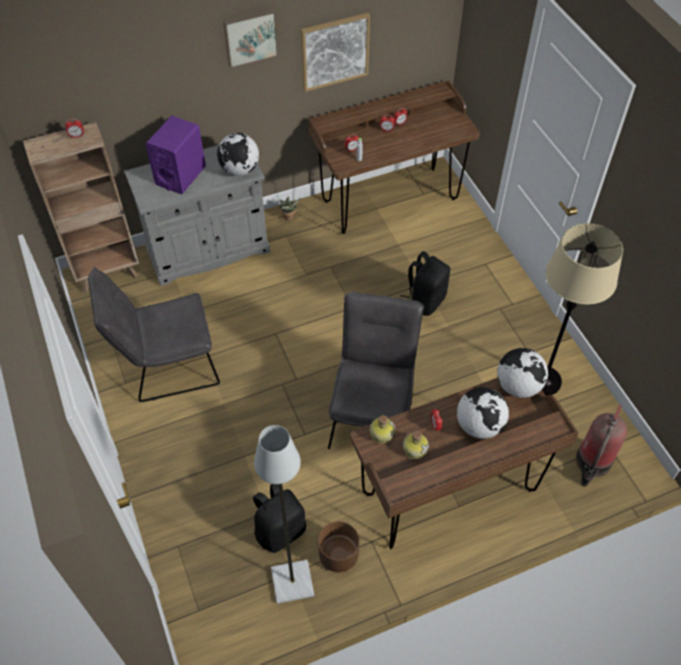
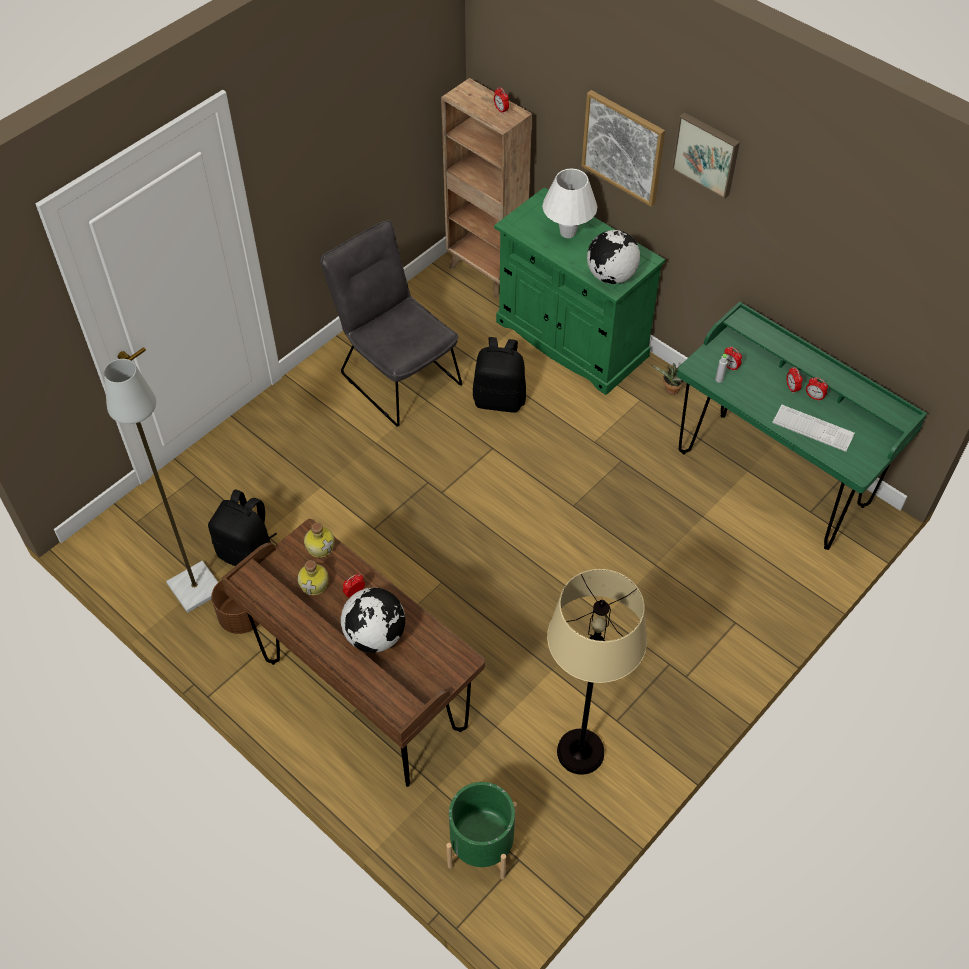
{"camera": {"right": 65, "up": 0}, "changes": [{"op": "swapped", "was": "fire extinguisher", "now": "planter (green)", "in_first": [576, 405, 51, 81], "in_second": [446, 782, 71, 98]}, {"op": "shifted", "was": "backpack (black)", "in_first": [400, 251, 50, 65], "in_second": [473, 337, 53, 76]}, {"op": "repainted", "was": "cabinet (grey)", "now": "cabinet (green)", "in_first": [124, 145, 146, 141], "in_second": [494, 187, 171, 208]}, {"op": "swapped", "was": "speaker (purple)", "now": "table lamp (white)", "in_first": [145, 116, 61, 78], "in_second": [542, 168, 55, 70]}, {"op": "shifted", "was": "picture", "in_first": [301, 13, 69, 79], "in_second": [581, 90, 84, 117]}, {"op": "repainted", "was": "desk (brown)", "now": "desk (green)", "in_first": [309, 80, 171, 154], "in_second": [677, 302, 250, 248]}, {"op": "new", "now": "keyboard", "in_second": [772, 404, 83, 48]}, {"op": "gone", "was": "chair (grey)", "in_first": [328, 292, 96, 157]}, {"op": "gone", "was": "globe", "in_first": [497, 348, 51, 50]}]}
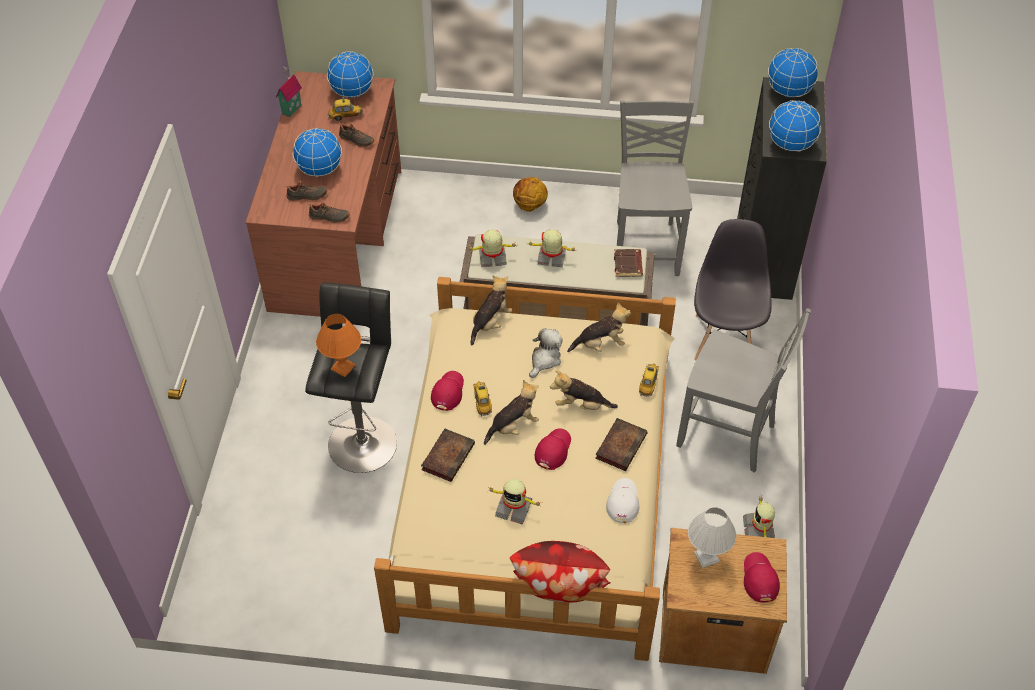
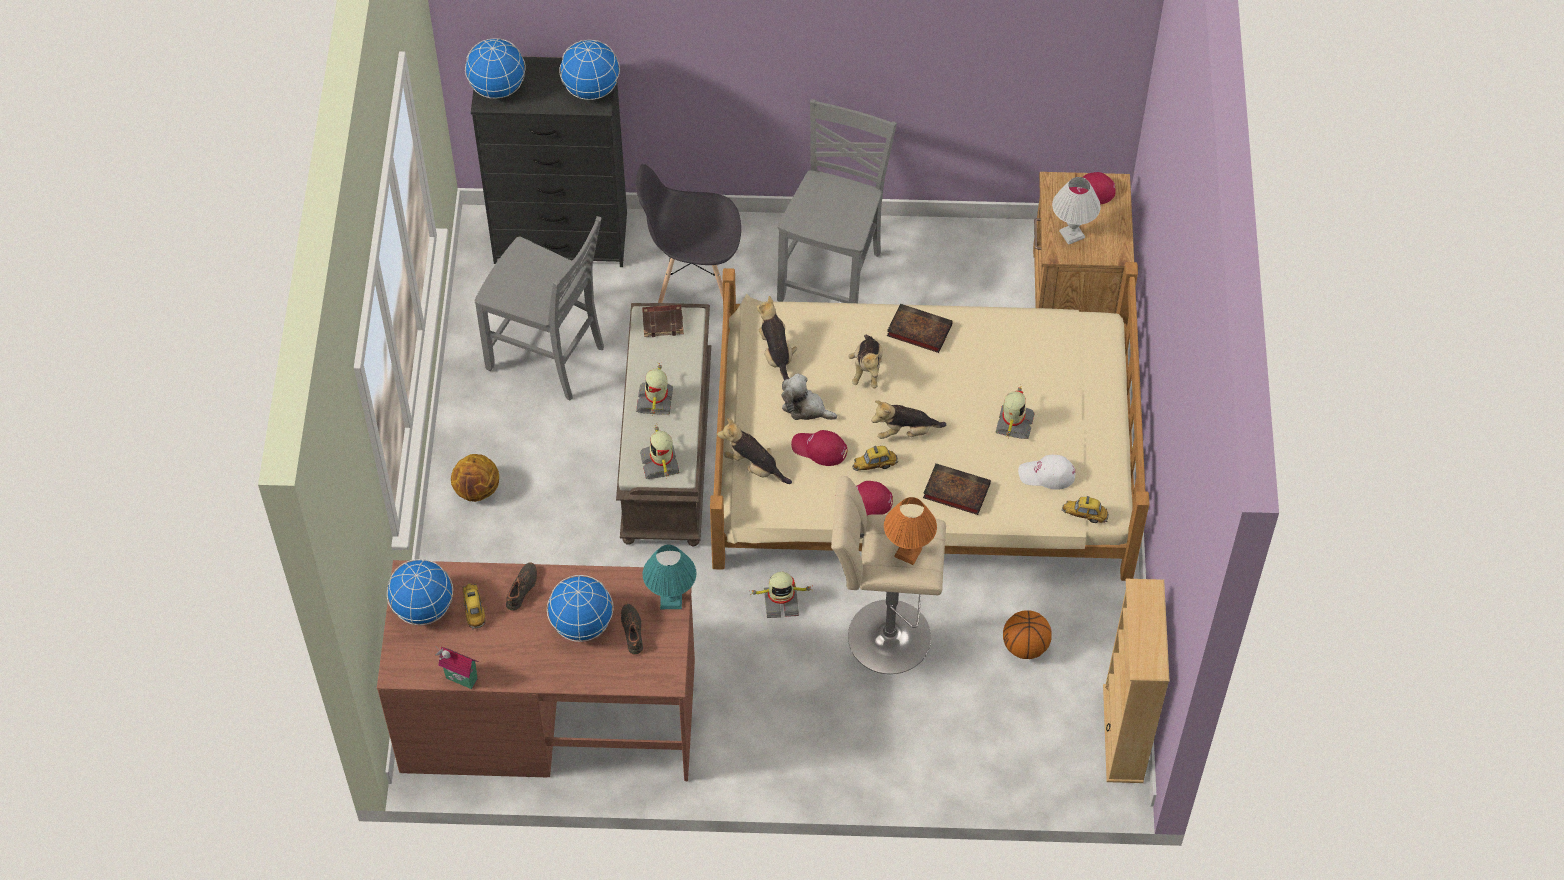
{"camera": {"right": -95, "up": 5}, "changes": [{"op": "rotated", "was": "chair (grey)", "in_first": [617, 100, 77, 176], "in_second": [475, 216, 129, 185], "clockwise": -150}, {"op": "swapped", "was": "shoe (black)", "now": "table lamp (turquoise)", "in_first": [307, 201, 43, 22], "in_second": [643, 545, 53, 64]}, {"op": "shifted", "was": "toy robot", "in_first": [743, 495, 32, 43], "in_second": [749, 572, 62, 46]}, {"op": "shifted", "was": "cap (red)", "in_first": [535, 428, 36, 42], "in_second": [791, 430, 56, 36]}, {"op": "repainted", "was": "stool (black)", "now": "stool (beige)", "in_first": [305, 282, 92, 191], "in_second": [831, 476, 115, 198]}, {"op": "rotated", "was": "plush toy", "in_first": [484, 380, 55, 65], "in_second": [871, 400, 75, 39], "clockwise": -60}, {"op": "new", "now": "basketball", "in_second": [1003, 610, 49, 49]}, {"op": "shifted", "was": "cap (white)", "in_first": [606, 478, 33, 45], "in_second": [1018, 455, 57, 35]}, {"op": "shifted", "was": "toy car", "in_first": [639, 363, 20, 34], "in_second": [1062, 496, 47, 27]}, {"op": "new", "now": "bookcase (beige)", "in_second": [1103, 579, 66, 204]}, {"op": "gone", "was": "pillow", "in_first": [510, 541, 101, 61]}]}
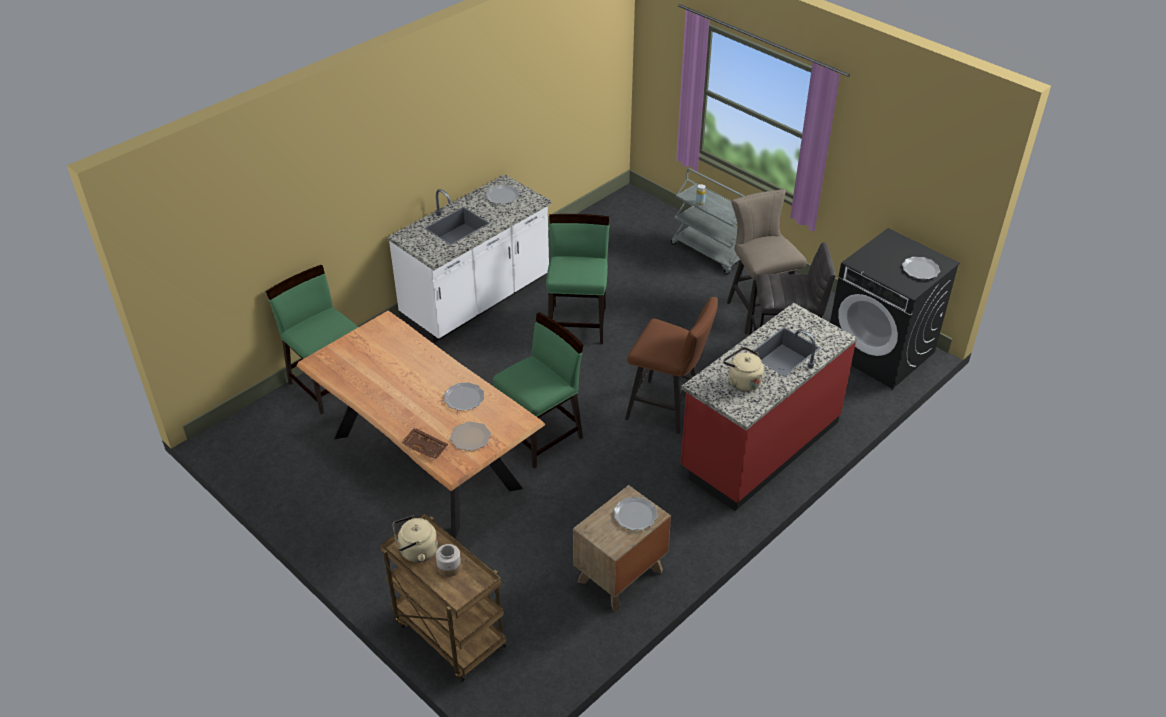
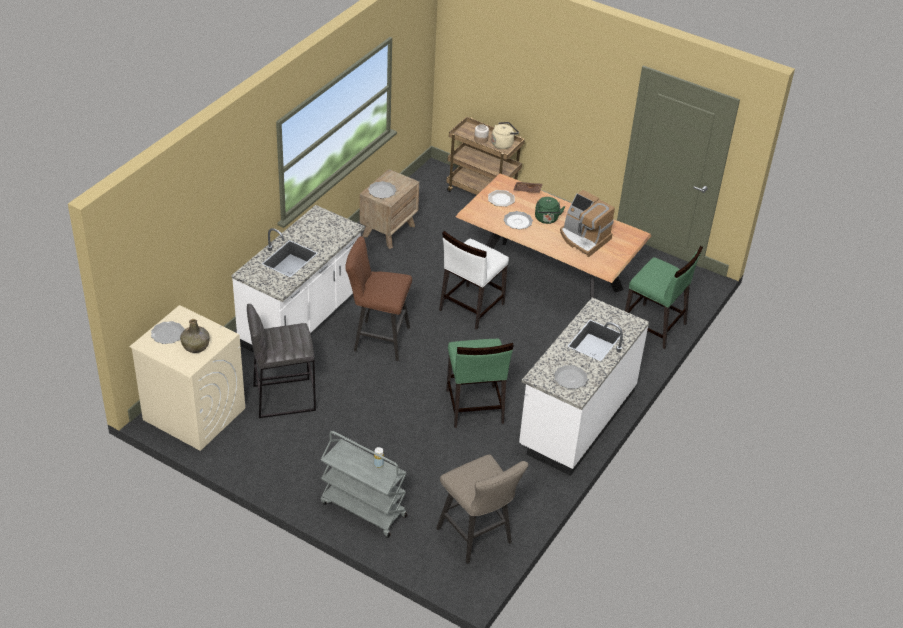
{"camera": {"right": 165, "up": 0}, "changes": [{"op": "repainted", "was": "washing machine (black)", "now": "washing machine (beige)", "in_first": [830, 228, 130, 161], "in_second": [129, 305, 116, 146]}, {"op": "new", "now": "bottle (green)", "in_second": [180, 319, 30, 34]}, {"op": "repainted", "was": "counter (red)", "now": "counter (white)", "in_first": [680, 303, 177, 208], "in_second": [231, 205, 134, 148]}, {"op": "shifted", "was": "stool (beige)", "in_first": [727, 190, 80, 144], "in_second": [436, 454, 92, 110]}, {"op": "repainted", "was": "chair (green)", "now": "chair (white)", "in_first": [493, 312, 90, 157], "in_second": [439, 231, 70, 99]}, {"op": "new", "now": "kettle (green)", "in_second": [535, 197, 30, 27]}, {"op": "new", "now": "coffee machine", "in_second": [560, 190, 55, 68]}, {"op": "gone", "was": "kettle (beige)", "in_first": [723, 347, 41, 44]}]}
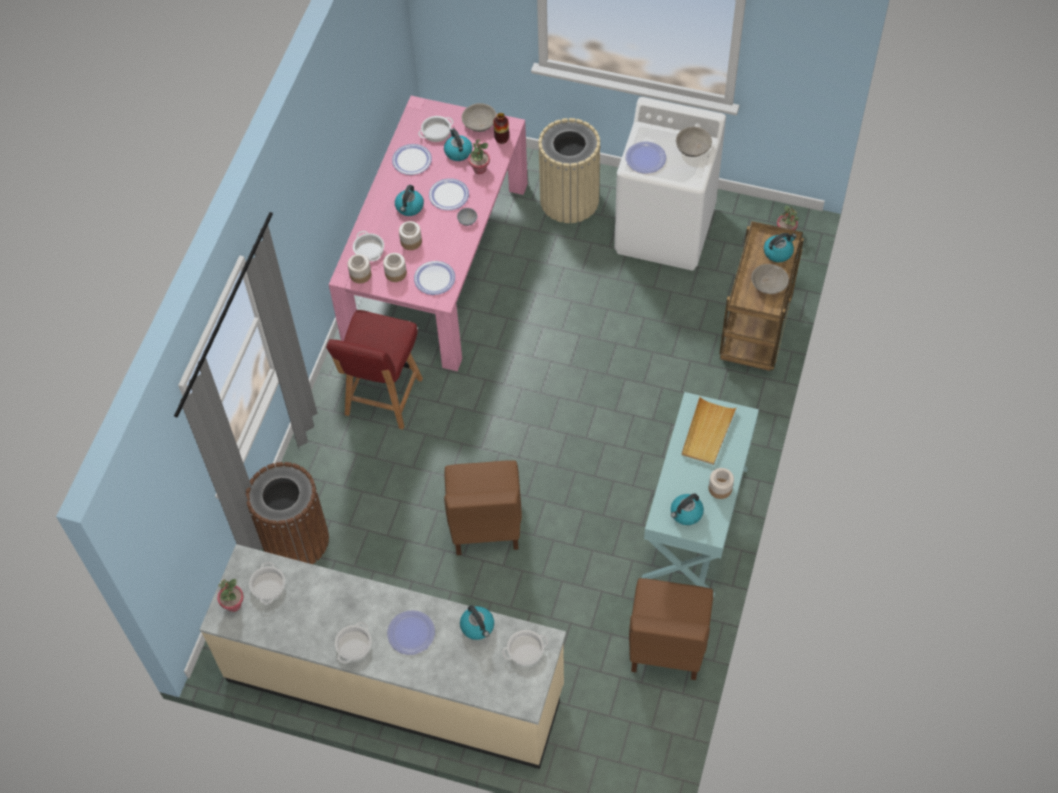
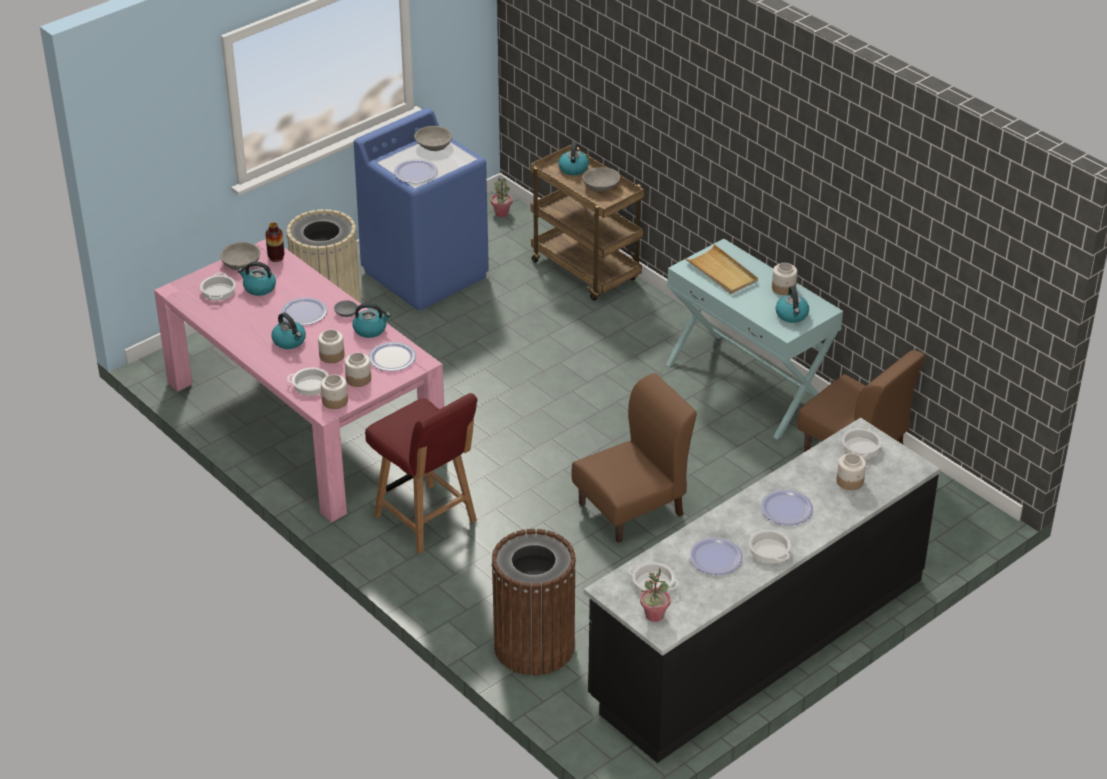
{"camera": {"right": -60, "up": -20}, "changes": [{"op": "shifted", "was": "kettle", "in_first": [460, 605, 34, 35], "in_second": [352, 303, 39, 35]}, {"op": "repainted", "was": "washing machine (white)", "now": "washing machine (blue)", "in_first": [614, 97, 112, 174], "in_second": [354, 108, 135, 203]}, {"op": "rotated", "was": "chair (brown)", "in_first": [444, 460, 78, 95], "in_second": [571, 373, 126, 170], "clockwise": -60}, {"op": "repainted", "was": "counter (beige)", "now": "counter (black)", "in_first": [199, 544, 367, 225], "in_second": [584, 418, 356, 345]}, {"op": "shifted", "was": "plate", "in_first": [392, 144, 40, 31], "in_second": [689, 537, 54, 38]}, {"op": "new", "now": "jar", "in_second": [836, 453, 30, 37]}, {"op": "gone", "was": "potted plant", "in_first": [468, 139, 22, 35]}]}
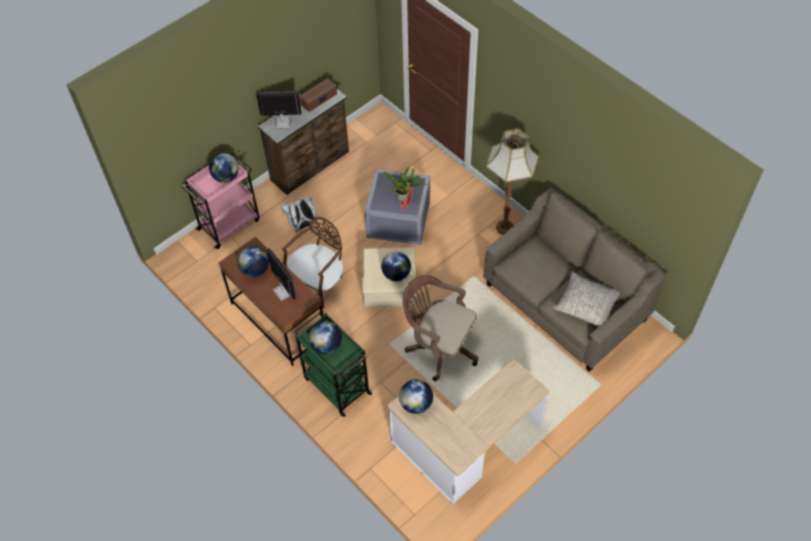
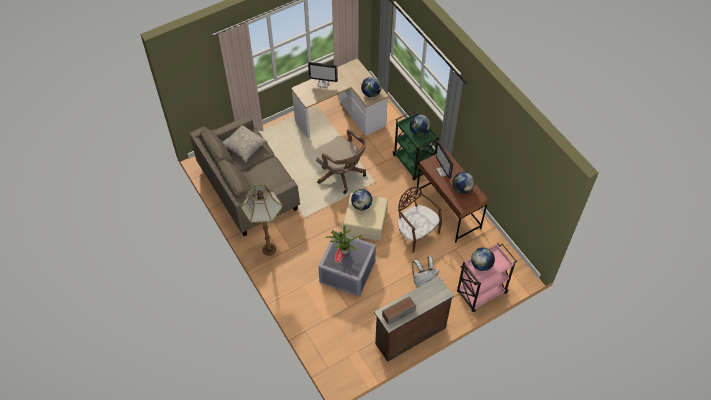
{"camera": {"right": -170, "up": 0}, "changes": [{"op": "shifted", "was": "monitor", "in_first": [256, 90, 46, 39], "in_second": [308, 62, 30, 26]}, {"op": "rotated", "was": "chair (brown)", "in_first": [282, 217, 62, 91], "in_second": [398, 187, 44, 66], "clockwise": 90}]}
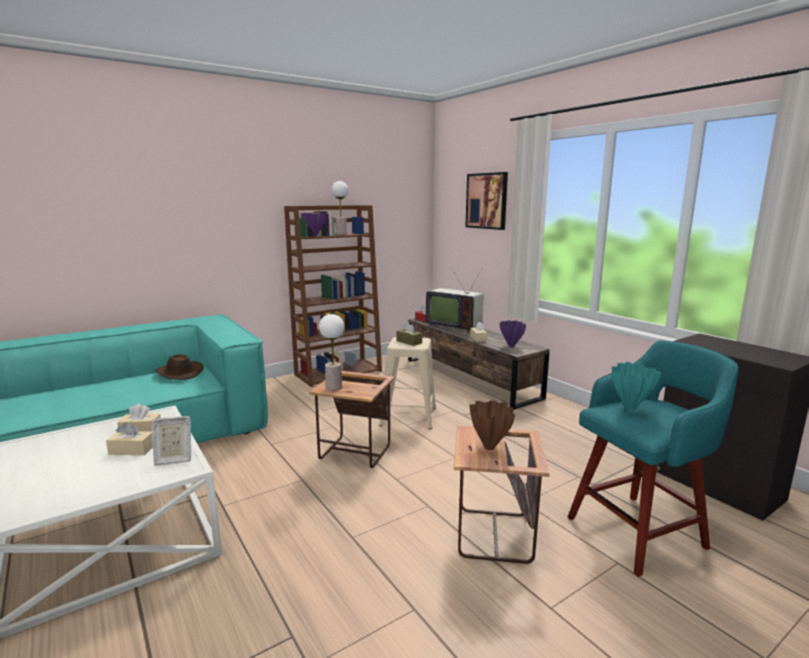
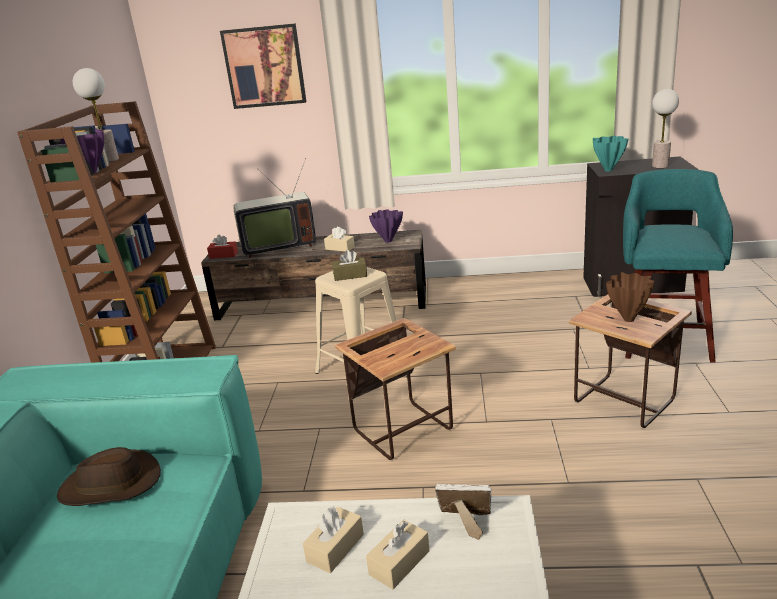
{"camera": {"right": -50, "up": 10}, "changes": [{"op": "rotated", "was": "picture frame", "in_first": [152, 416, 39, 50], "in_second": [435, 484, 56, 56], "clockwise": -105}, {"op": "shifted", "was": "vase (turquoise)", "in_first": [612, 362, 49, 49], "in_second": [593, 136, 35, 35]}, {"op": "shifted", "was": "table lamp", "in_first": [319, 314, 25, 77], "in_second": [652, 89, 27, 79]}]}
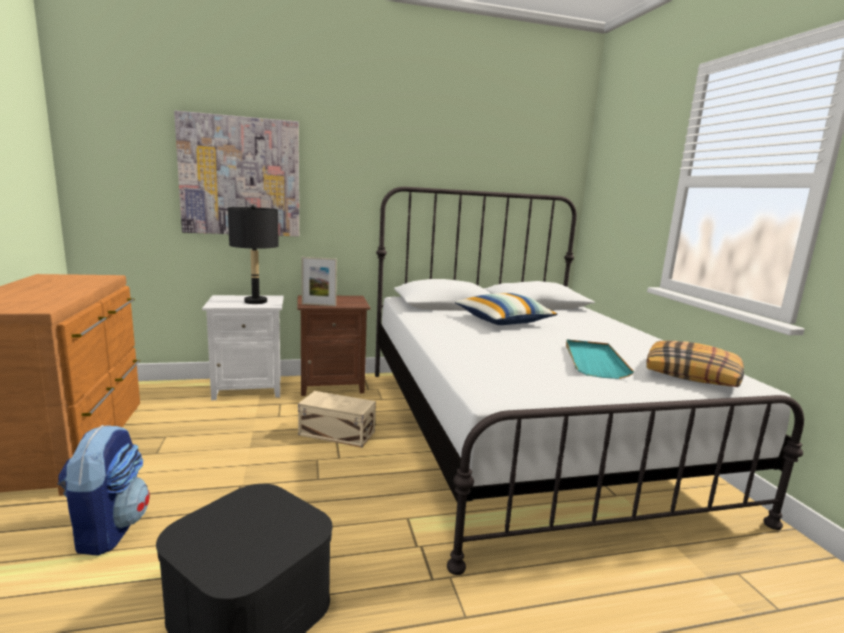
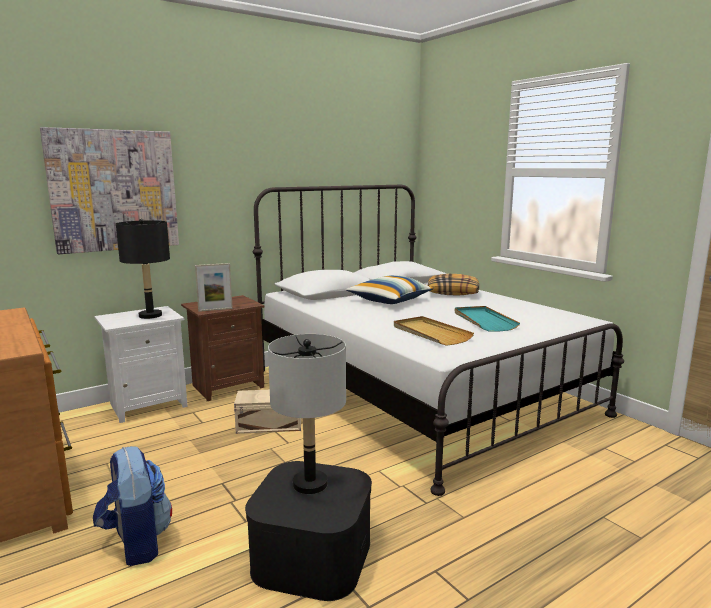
{"camera": {"right": -20, "up": 0}, "changes": [{"op": "new", "now": "table lamp (grey)", "in_second": [268, 334, 78, 160]}, {"op": "new", "now": "tray (beige)", "in_second": [394, 316, 80, 30]}, {"op": "shifted", "was": "pillow", "in_first": [647, 341, 97, 46], "in_second": [428, 274, 51, 22]}]}
